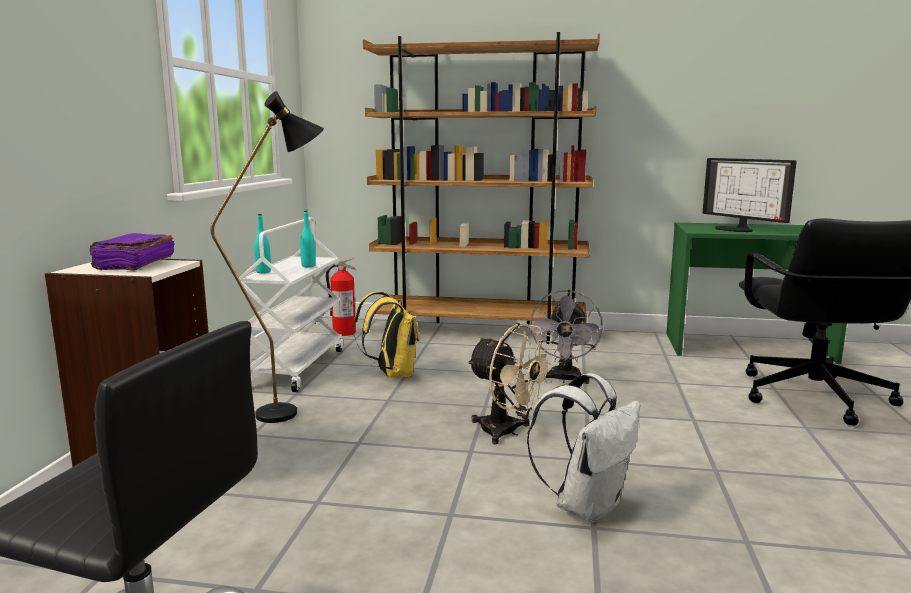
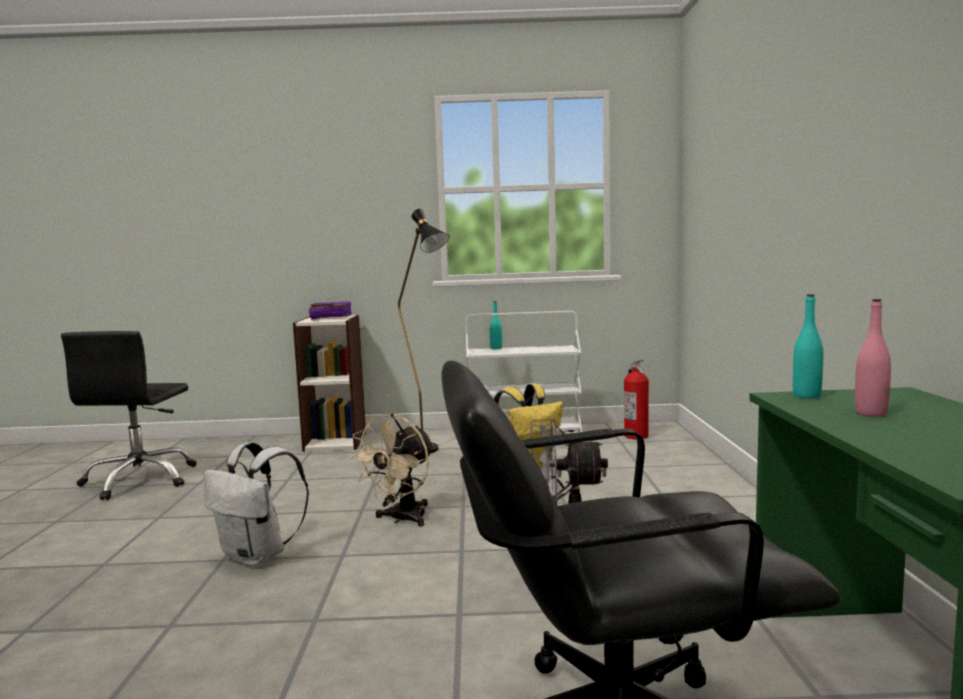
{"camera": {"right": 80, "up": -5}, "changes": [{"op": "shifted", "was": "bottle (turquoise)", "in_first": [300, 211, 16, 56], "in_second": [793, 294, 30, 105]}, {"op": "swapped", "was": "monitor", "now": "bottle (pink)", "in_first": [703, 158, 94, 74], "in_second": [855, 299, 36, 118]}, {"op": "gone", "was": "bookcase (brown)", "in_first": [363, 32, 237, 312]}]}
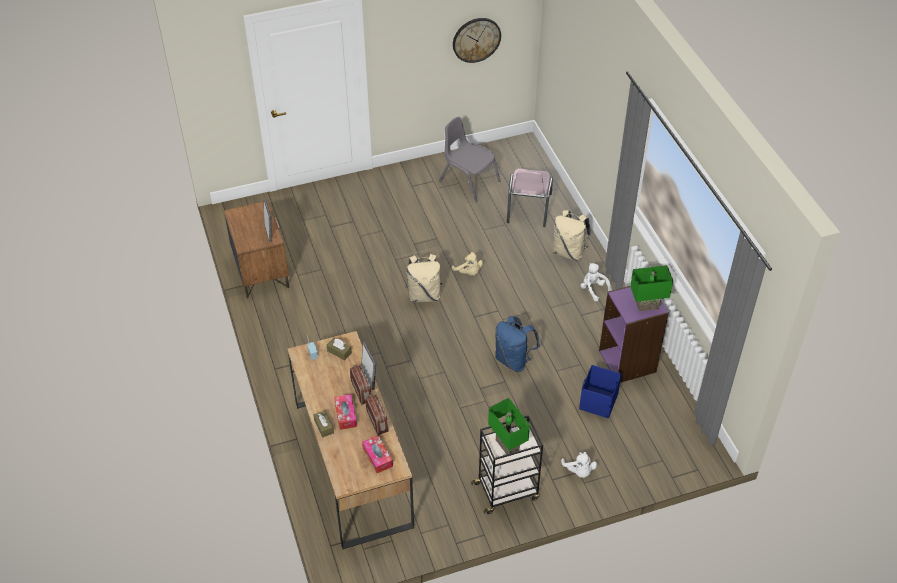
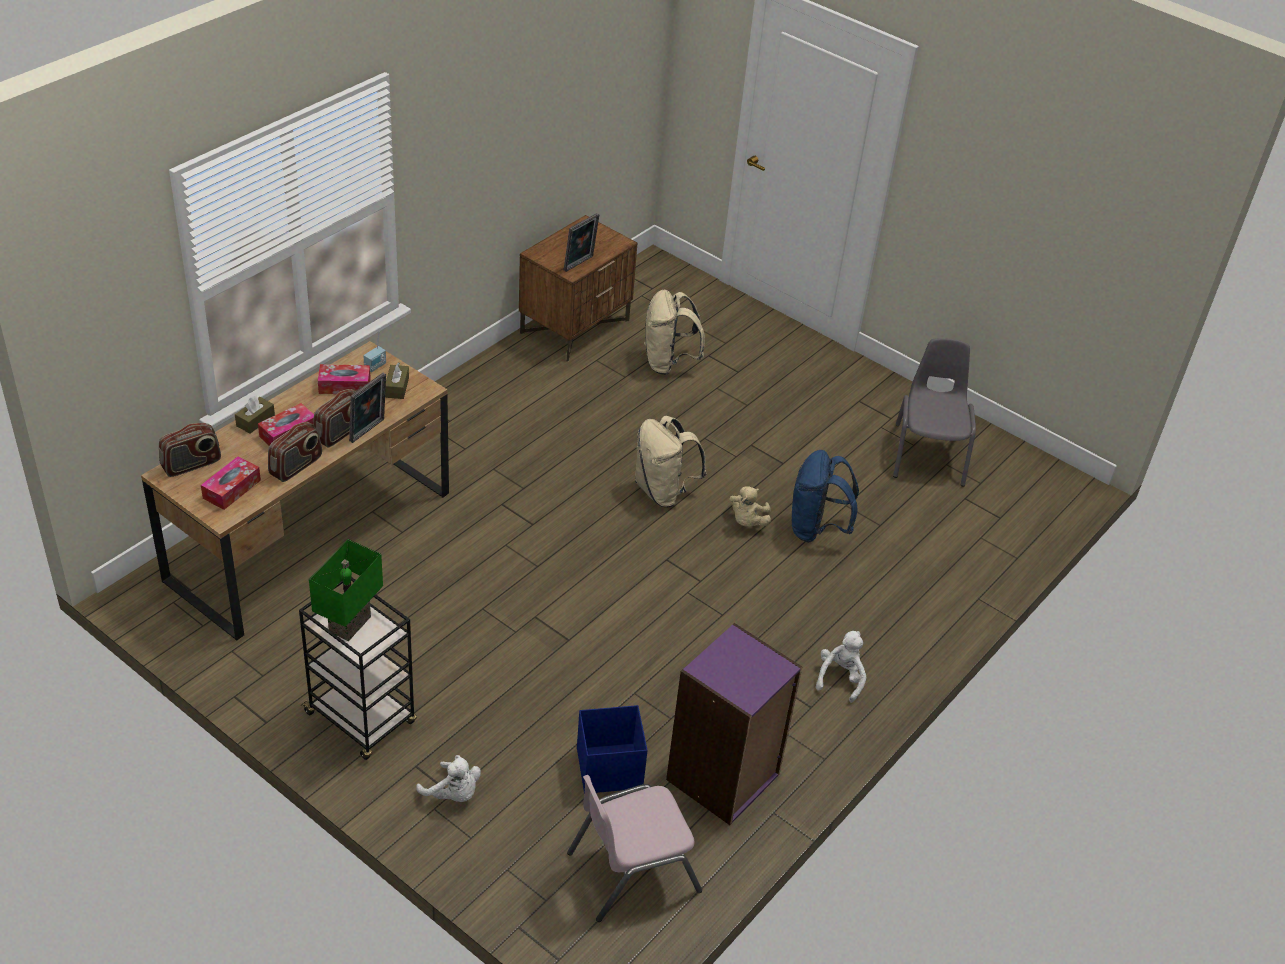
{"camera": {"right": 55, "up": -5}, "changes": [{"op": "new", "now": "radio", "in_second": [159, 423, 62, 54]}, {"op": "new", "now": "tissue box", "in_second": [318, 364, 53, 30]}, {"op": "rotated", "was": "plush toy (white)", "in_first": [561, 452, 36, 26], "in_second": [416, 755, 65, 47], "clockwise": -90}, {"op": "shifted", "was": "chair (pink)", "in_first": [507, 169, 46, 58], "in_second": [567, 775, 135, 147]}, {"op": "shifted", "was": "backpack (beige)", "in_first": [553, 210, 38, 51], "in_second": [644, 290, 61, 85]}, {"op": "shifted", "was": "backpack (blue)", "in_first": [495, 316, 45, 56], "in_second": [792, 450, 67, 93]}, {"op": "gone", "was": "wall clock", "in_first": [453, 18, 48, 45]}, {"op": "gone", "was": "table lamp (green)", "in_first": [630, 265, 43, 47]}]}
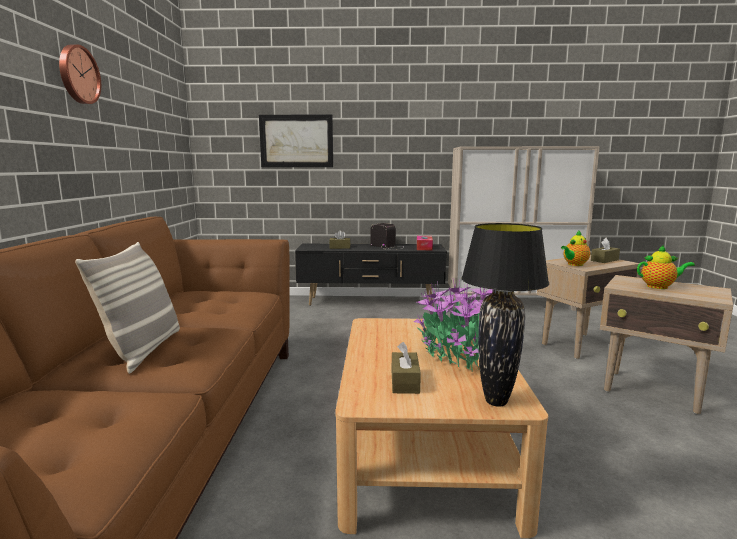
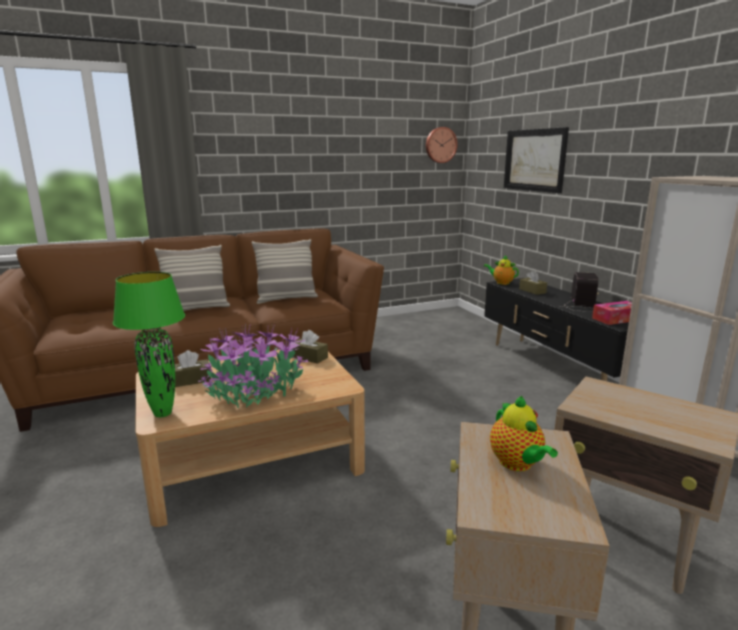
{"camera": {"right": 65, "up": 5}, "changes": [{"op": "repainted", "was": "table lamp (black)", "now": "table lamp (green)", "in_first": [461, 223, 88, 184], "in_second": [113, 272, 72, 145]}, {"op": "new", "now": "pillow", "in_second": [252, 239, 66, 65]}, {"op": "shifted", "was": "tissue box (brown)", "in_first": [591, 238, 29, 25], "in_second": [291, 330, 37, 34]}, {"op": "shifted", "was": "wall clock", "in_first": [59, 44, 42, 60], "in_second": [426, 127, 31, 36]}, {"op": "shifted", "was": "teapot", "in_first": [561, 230, 29, 36], "in_second": [484, 255, 35, 30]}]}
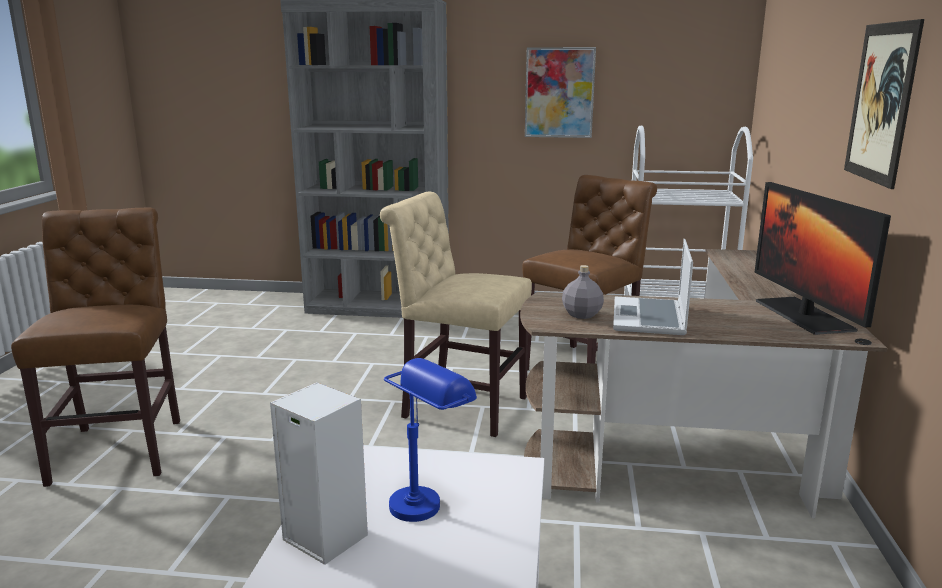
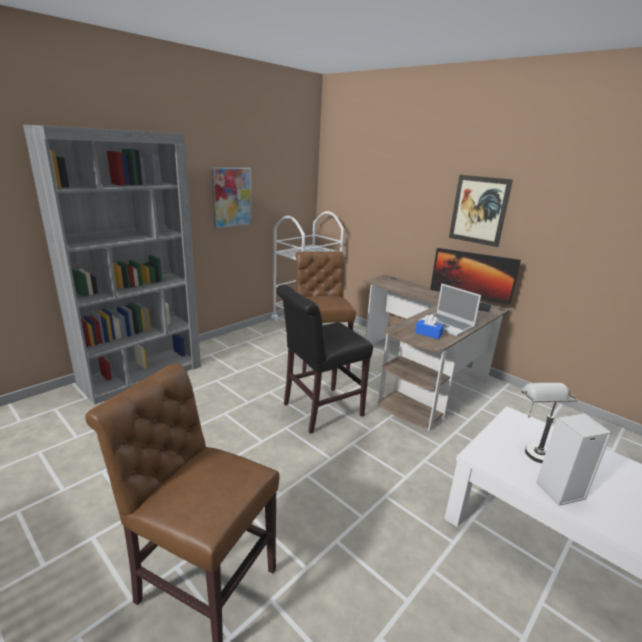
{"camera": {"right": -55, "up": 5}, "changes": [{"op": "repainted", "was": "chair (beige)", "now": "chair (black)", "in_first": [380, 192, 152, 245], "in_second": [276, 284, 97, 150]}, {"op": "swapped", "was": "bottle (grey)", "now": "tissue box (blue)", "in_first": [562, 265, 42, 54], "in_second": [415, 314, 29, 25]}, {"op": "repainted", "was": "table lamp (blue)", "now": "table lamp (grey)", "in_first": [384, 358, 93, 164], "in_second": [522, 383, 56, 80]}]}
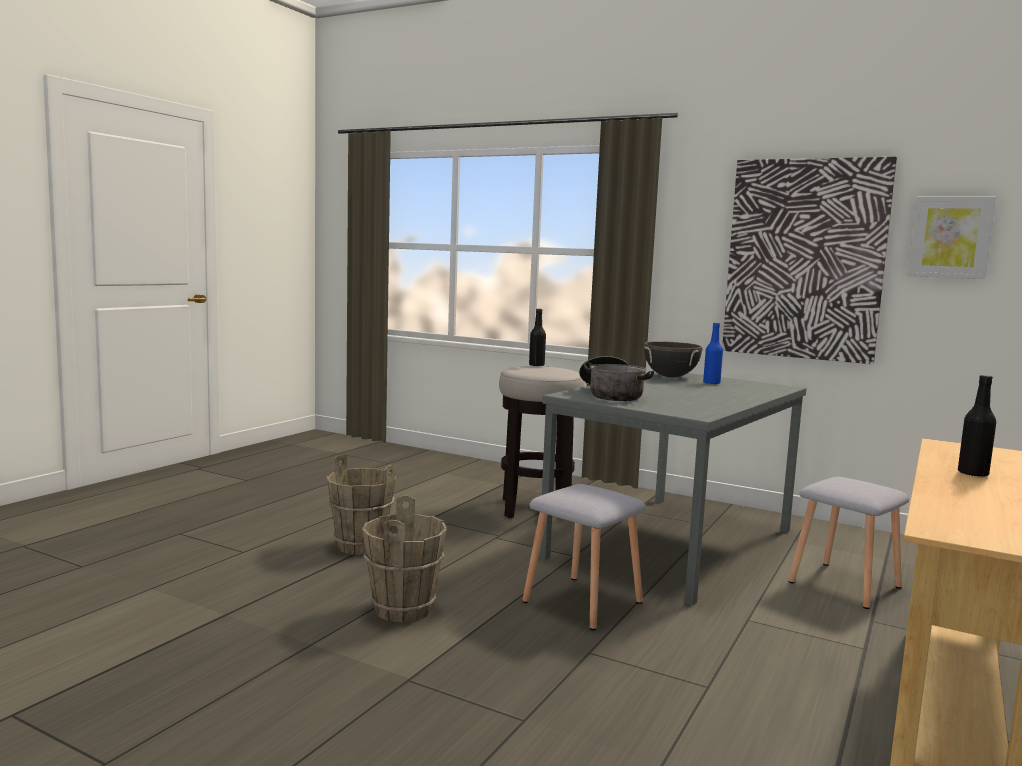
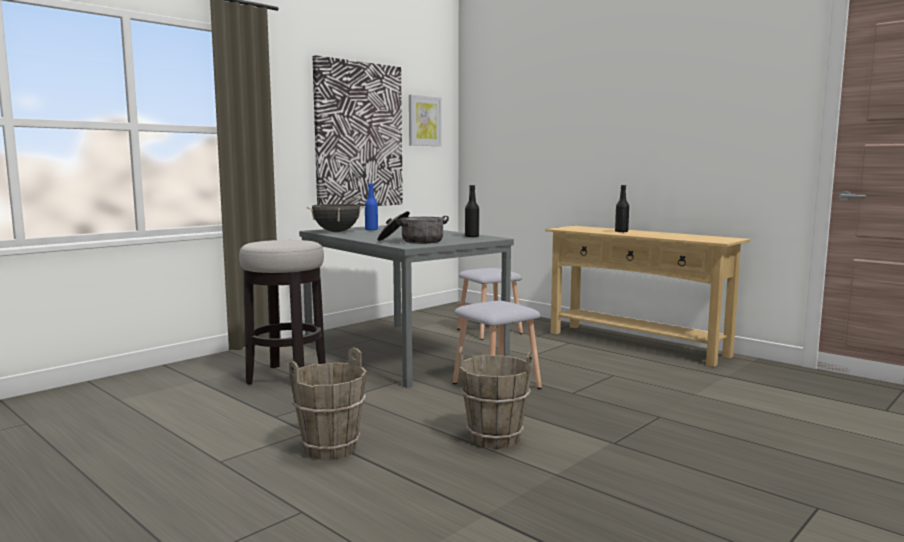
{"camera": {"right": -75, "up": 0}, "changes": [{"op": "shifted", "was": "bottle (black)", "in_first": [529, 309, 17, 57], "in_second": [465, 185, 14, 52]}]}
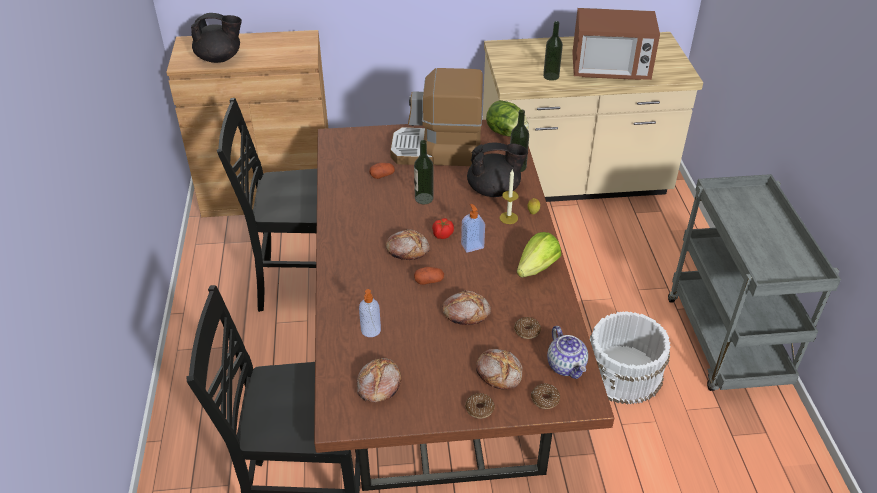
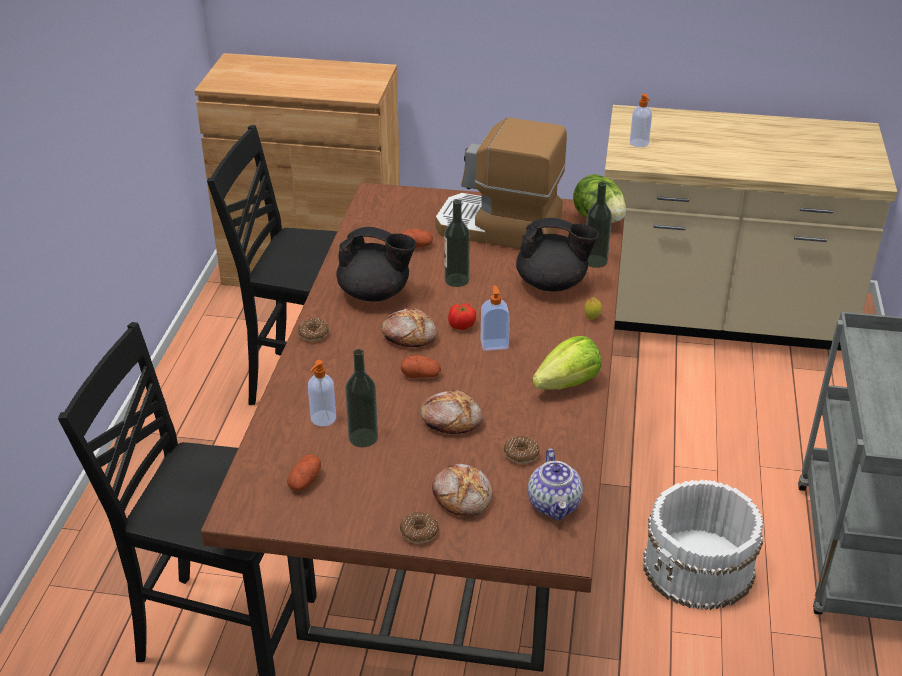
{"camera": {"right": 15, "up": -5}, "changes": [{"op": "swapped", "was": "bread", "now": "potato", "in_first": [357, 357, 45, 45], "in_second": [287, 454, 34, 37]}, {"op": "shifted", "was": "donut", "in_first": [531, 383, 29, 26], "in_second": [298, 318, 31, 24]}, {"op": "shifted", "was": "teapot (black)", "in_first": [191, 13, 51, 50], "in_second": [336, 227, 80, 74]}, {"op": "shifted", "was": "bottle", "in_first": [543, 21, 20, 60], "in_second": [345, 349, 33, 98]}, {"op": "new", "now": "soap dispenser", "in_second": [630, 93, 22, 54]}, {"op": "gone", "was": "candle", "in_first": [500, 170, 18, 54]}, {"op": "gone", "was": "microwave", "in_first": [572, 8, 88, 72]}]}
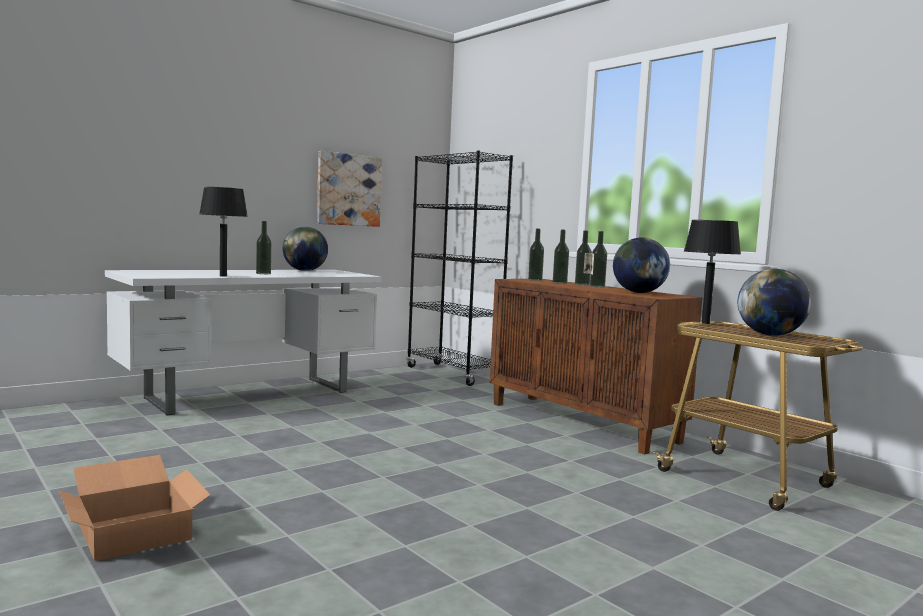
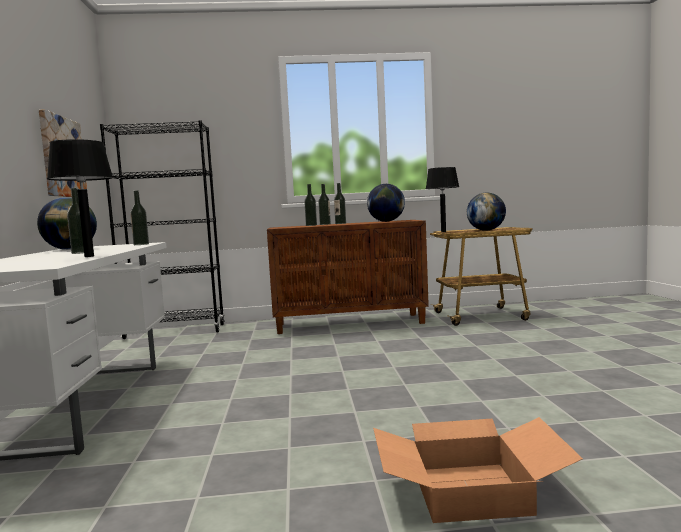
{"camera": {"right": -55, "up": 0}, "changes": [{"op": "shifted", "was": "bottle", "in_first": [528, 229, 16, 52], "in_second": [130, 190, 19, 55]}]}
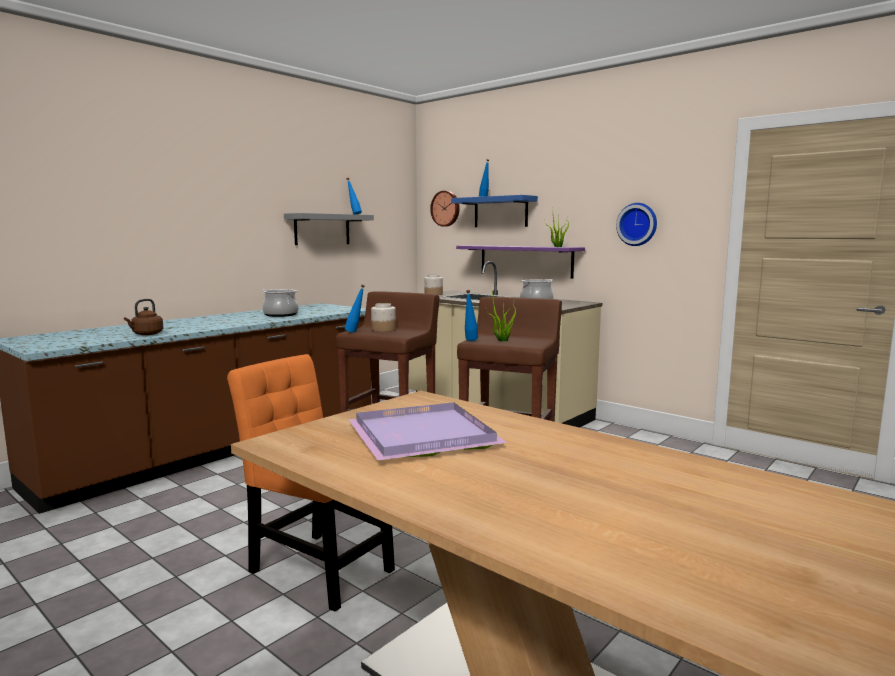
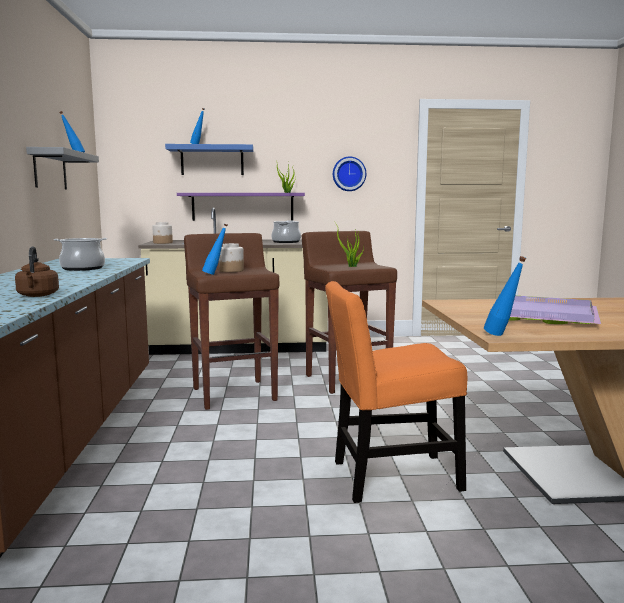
{"camera": {"right": -45, "up": 0}, "changes": [{"op": "shifted", "was": "bottle (blue)", "in_first": [465, 290, 13, 51], "in_second": [484, 256, 42, 80]}, {"op": "gone", "was": "wall clock", "in_first": [430, 191, 30, 36]}]}
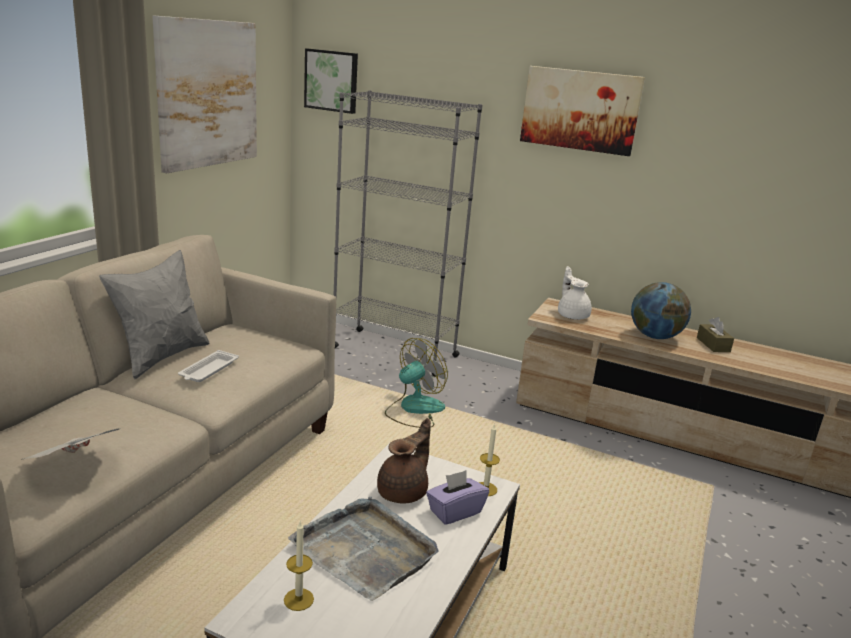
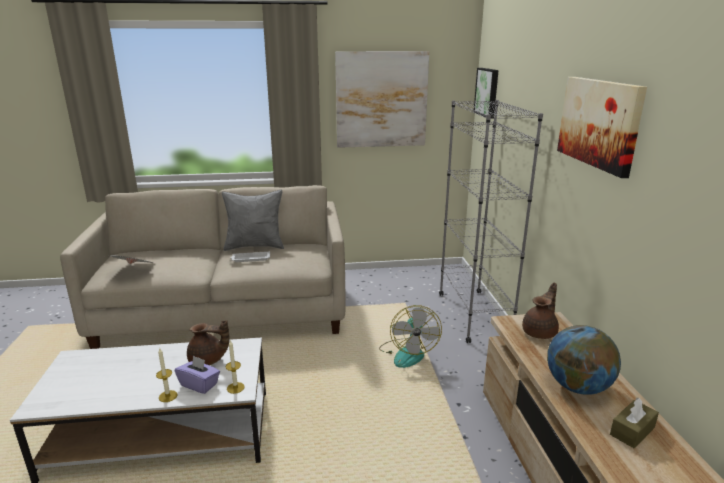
{"camera": {"right": 60, "up": 0}, "changes": [{"op": "shifted", "was": "candle", "in_first": [284, 521, 30, 90], "in_second": [156, 347, 22, 55]}, {"op": "rotated", "was": "fan", "in_first": [385, 338, 63, 90], "in_second": [379, 305, 63, 63], "clockwise": 75}, {"op": "repainted", "was": "teapot (white)", "now": "teapot (brown)", "in_first": [558, 266, 34, 54], "in_second": [522, 283, 37, 56]}, {"op": "gone", "was": "tray (grey)", "in_first": [288, 497, 151, 104]}]}
